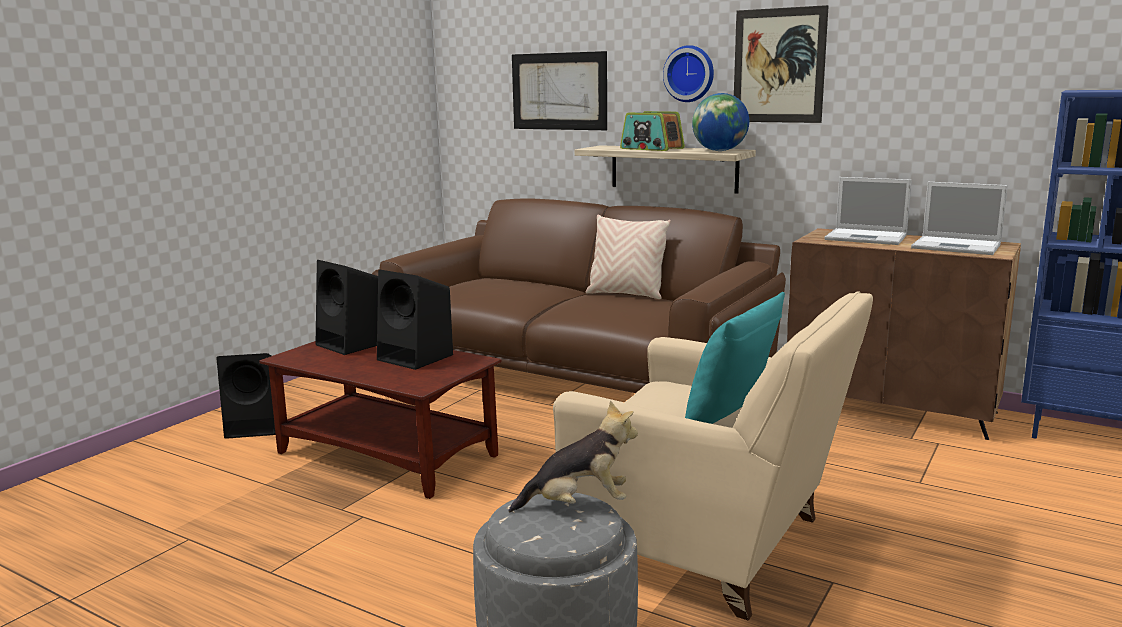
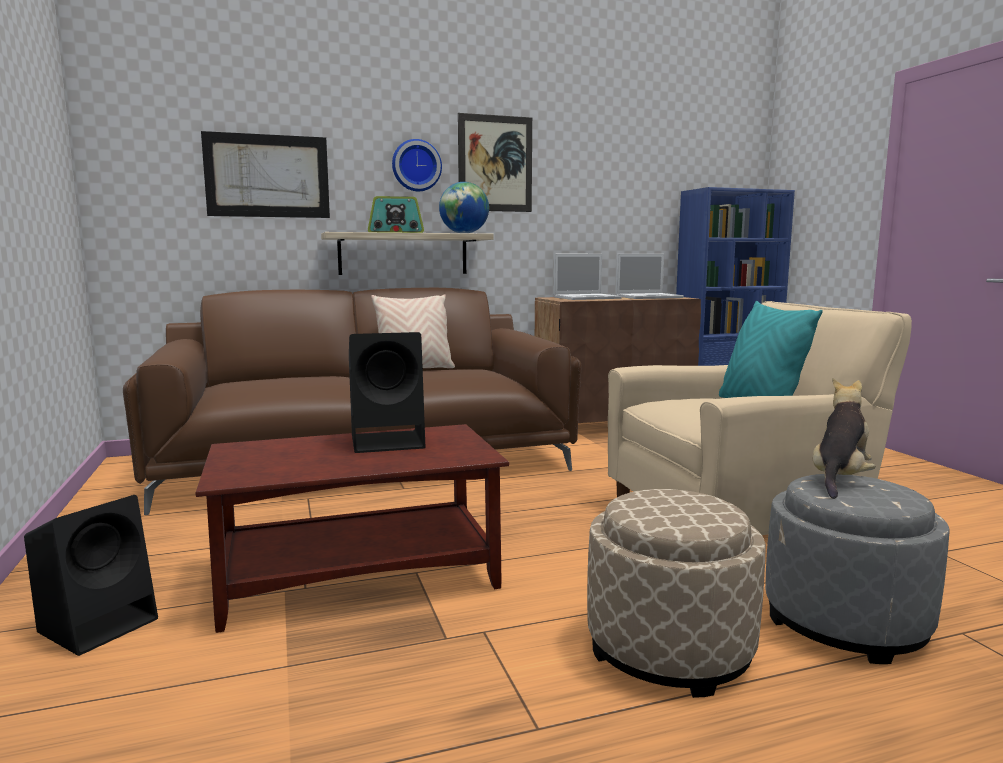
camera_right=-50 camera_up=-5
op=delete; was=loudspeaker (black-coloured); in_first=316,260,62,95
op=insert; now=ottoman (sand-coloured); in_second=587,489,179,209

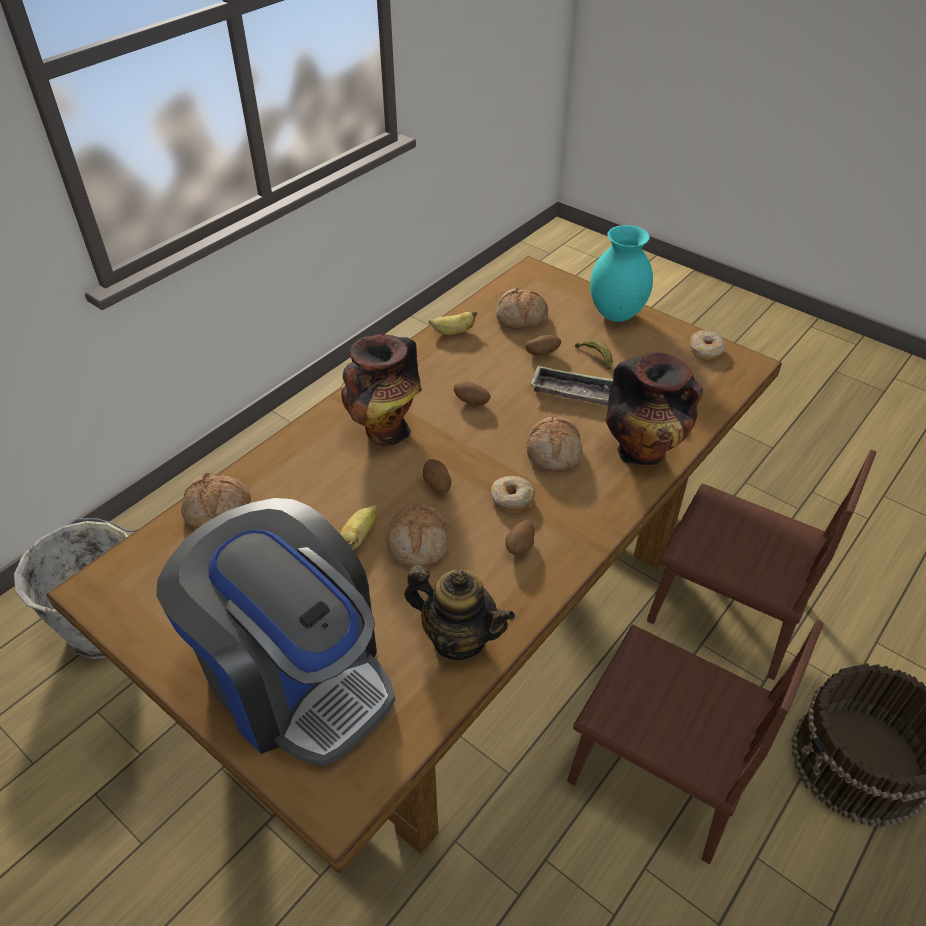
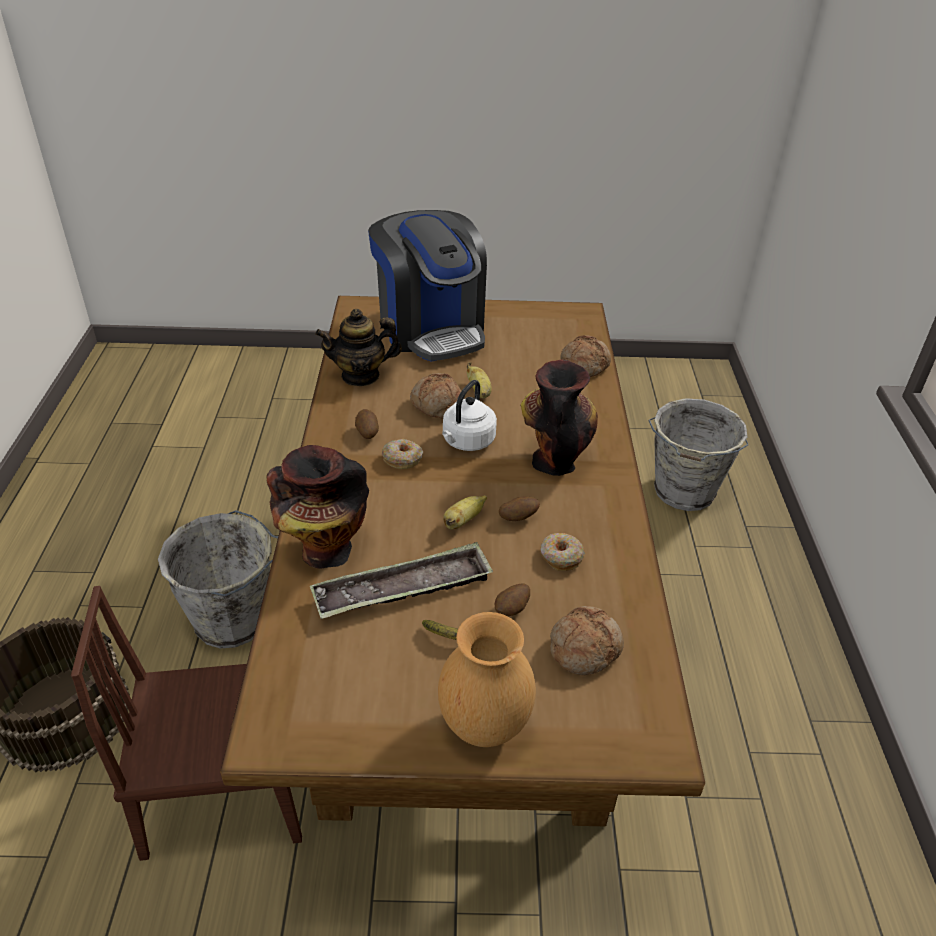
camera_right=140 camera_up=-5
op=recolor; was=flower vase (turquoise-coloured); now=flower vase (brownish); in_first=590,225,63,97; in_second=438,612,98,135
op=move; was=banana; in_first=429,311,48,24; in_second=443,495,44,34
op=move; was=doughnut; in_first=689,330,36,30; in_second=540,533,45,38
op=delete; was=baked bread; in_first=527,416,56,56
op=replace; was=potato; now=water kettle (whitish); in_first=423,459,28,35; in_second=442,380,55,71
op=rotate; was=coffee maker; in_first=156,498,239,269; in_second=368,210,119,152; clockwise=-120
op=replace; was=chair (brownish); now=water bucket (greyish); in_first=567,620,257,244; in_second=158,510,120,138

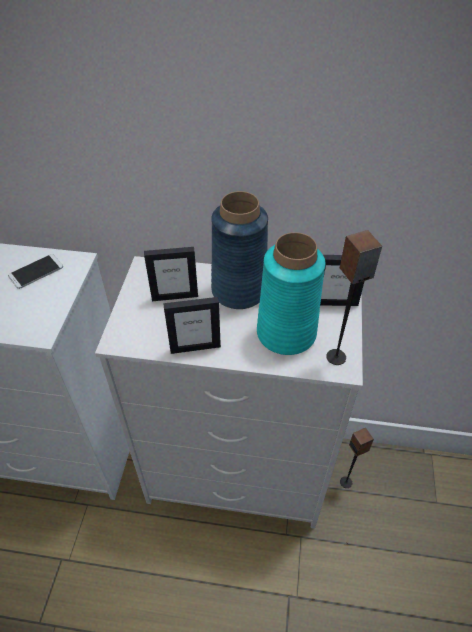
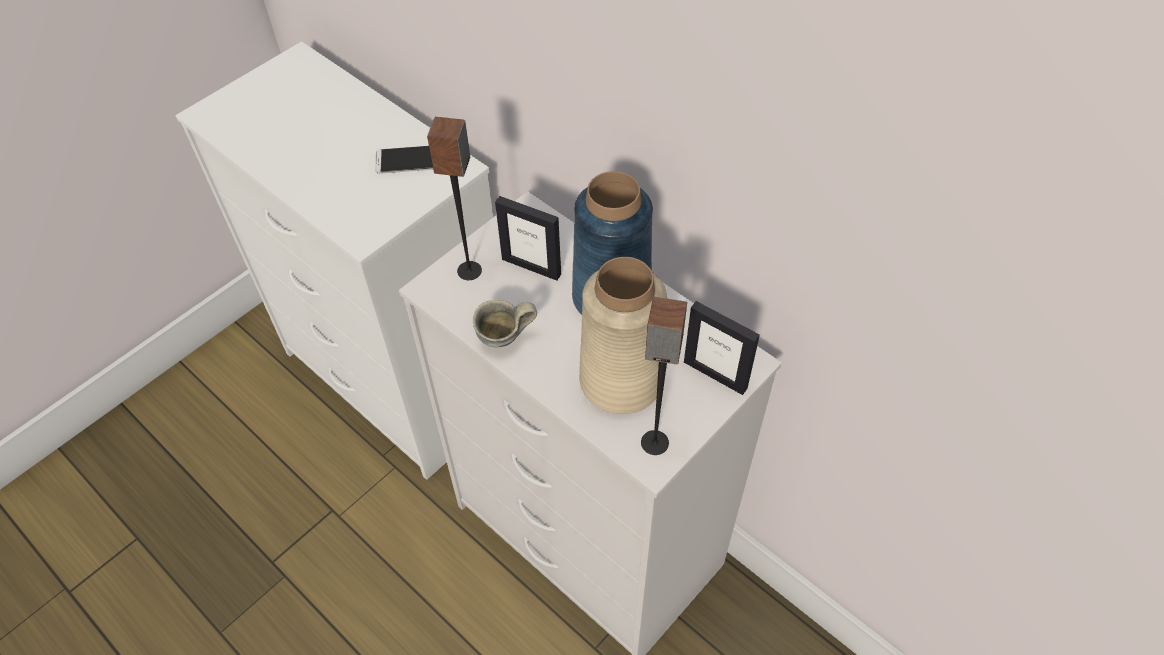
camera_right=35 camera_up=5
op=recolor; was=flower vase (turquoise-coloured); now=flower vase (sand-coloured); in_first=257,232,69,123; in_second=579,257,88,157
op=replace; was=standing frame; now=mug (greyish); in_first=163,297,58,57; in_second=473,300,64,47
op=move; was=loudspeaker; in_first=340,428,34,60; in_second=427,117,55,163

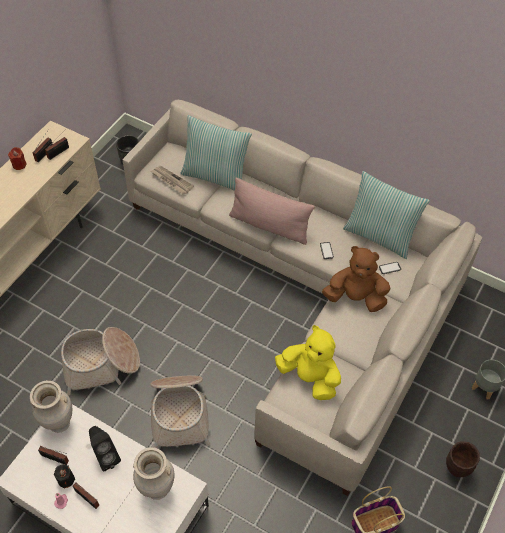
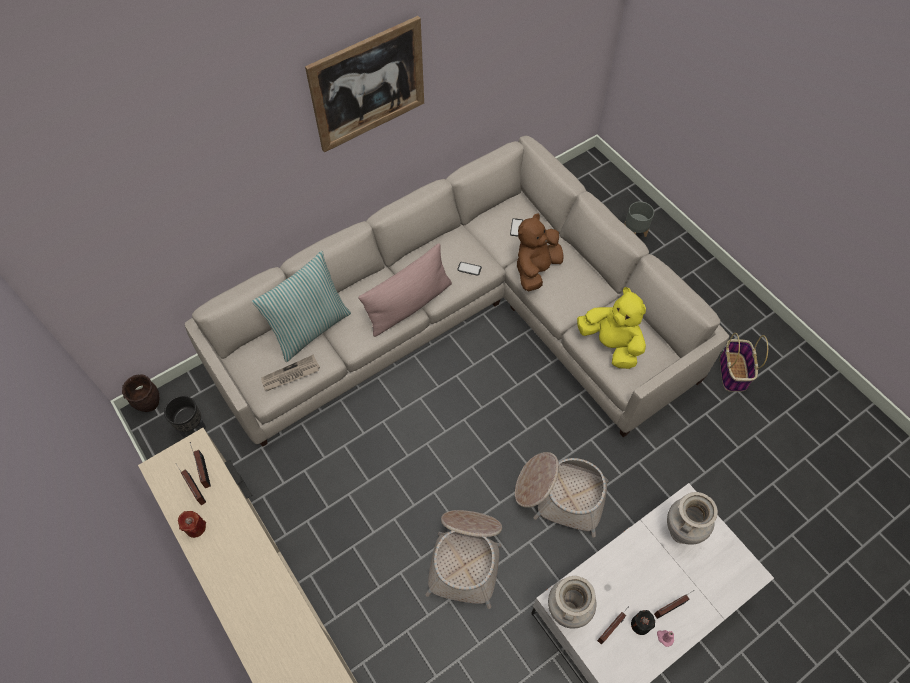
camera_right=-65 camera_up=5
op=delete; was=cushion; in_first=343,171,87,88
op=rotate; was=soft toy (yellow-coloured); in_first=275,325,66,75; in_second=577,287,69,82; clockwise=75
op=delete; was=loudspeaker (black-coloured); in_first=89,426,32,45
op=move; was=flower pot (brownish); in_first=446,441,34,36; in_second=122,375,38,37
op=insert; now=wall picture; in_second=305,16,119,136

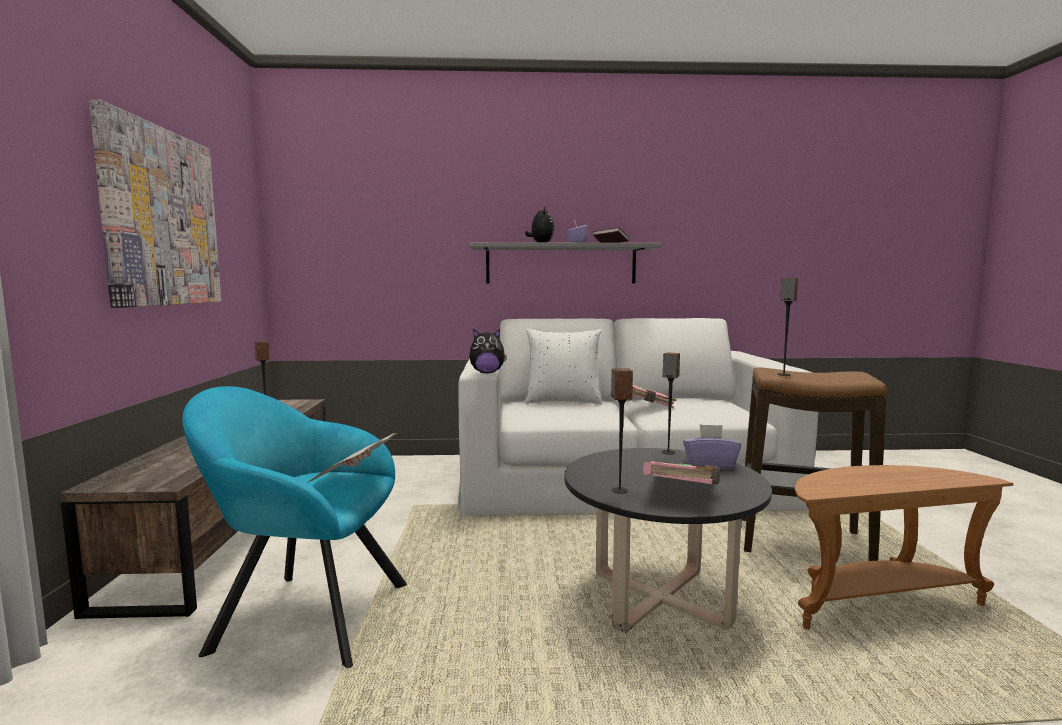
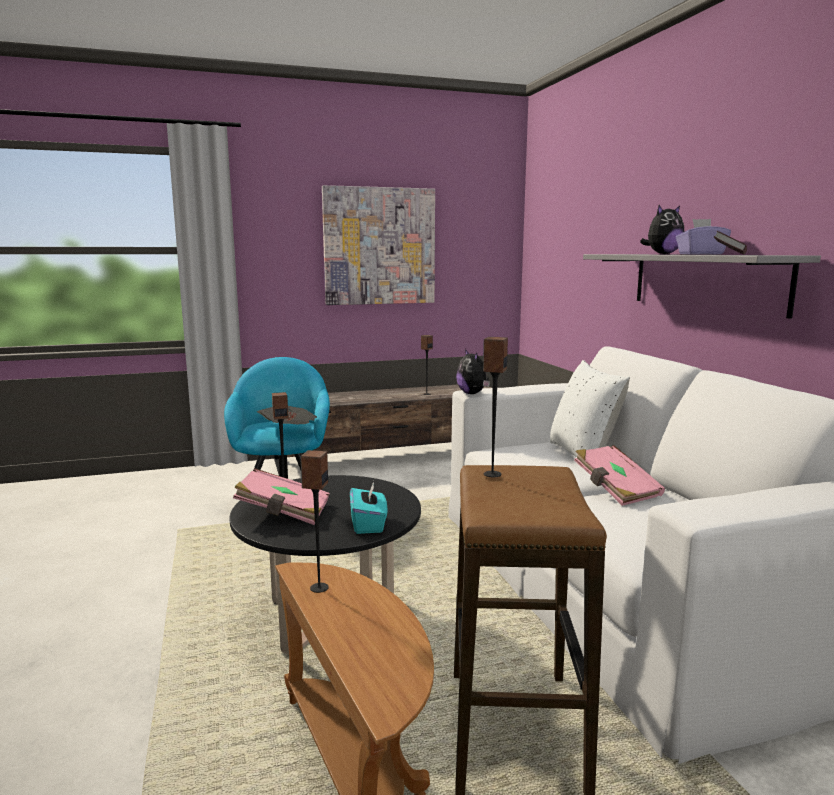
camera_right=75 camera_up=5
op=move; was=loudspeaker; in_first=662,352,18,103; in_second=301,450,28,143
op=recolor; was=tissue box (purple-coloured); now=tissue box (turquoise-coloured); in_first=683,424,58,45; in_second=350,481,38,53

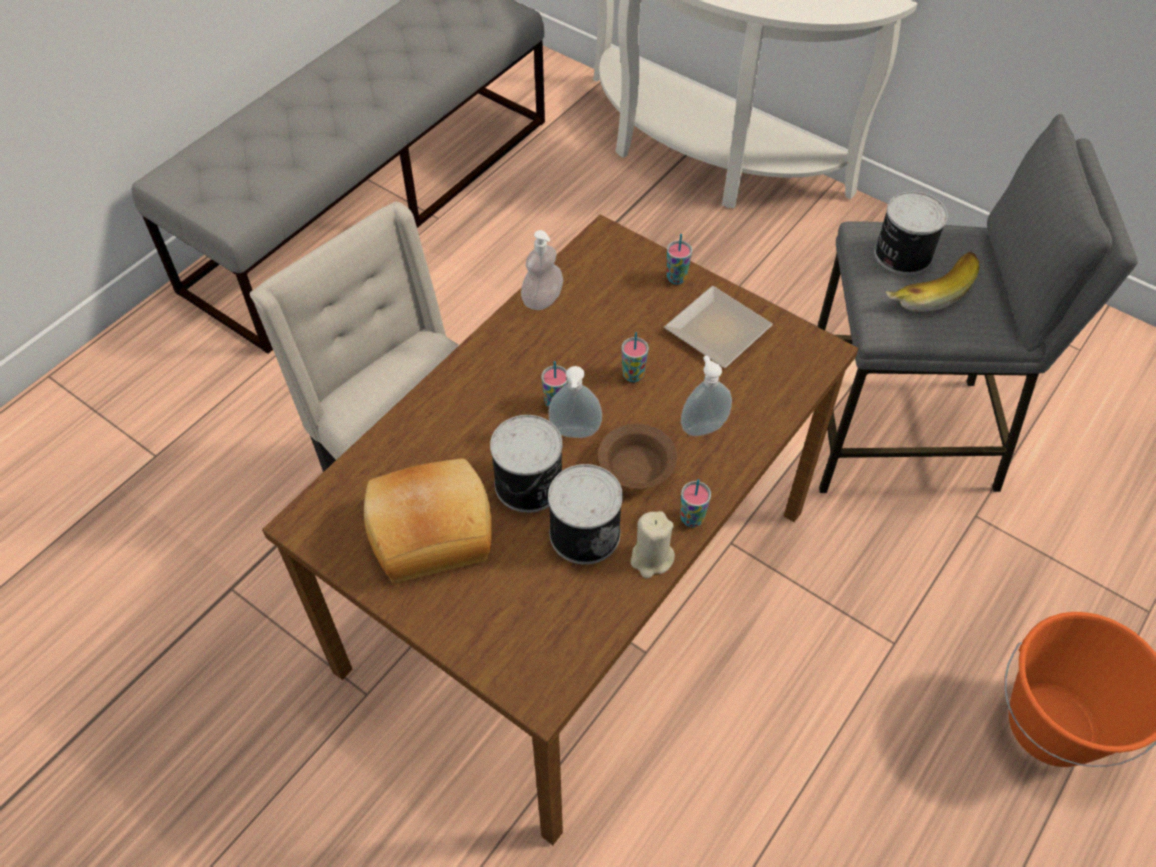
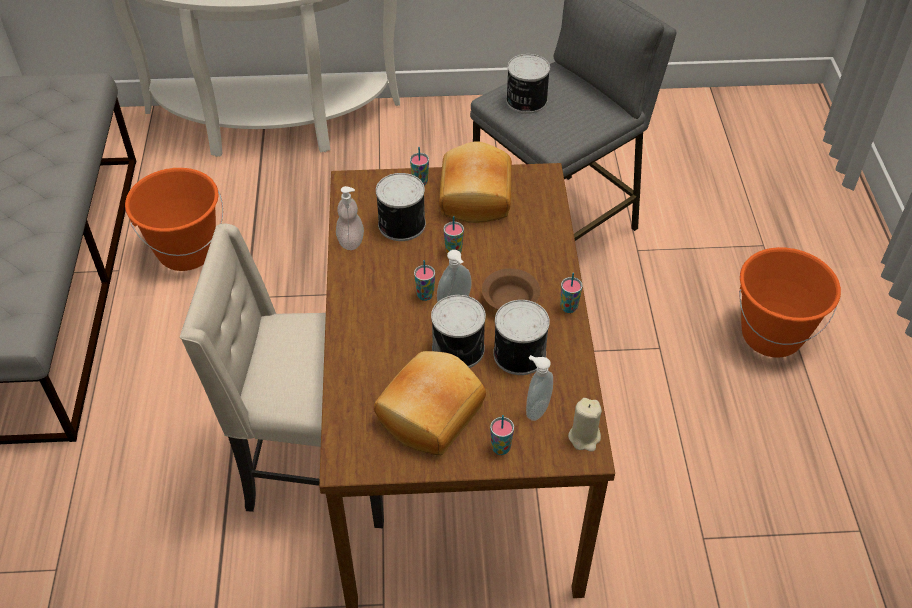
camera_right=-40 camera_up=-5
op=delete; was=banana; in_first=885,252,94,60
op=replace; was=dinner plate; now=baked bread; in_first=664,286,109,82; in_second=439,141,73,82
op=move; was=liquid soap bottle; in_first=681,355,51,81; in_second=526,355,27,66
op=move; was=wax candle (sand-coloured); in_first=631,511,44,68; in_second=568,398,34,54
op=insert; now=water bucket (orangey); in_second=125,168,98,103
op=insert; now=can; in_second=376,173,50,68
op=insert; now=drinking cup; in_second=490,415,24,40

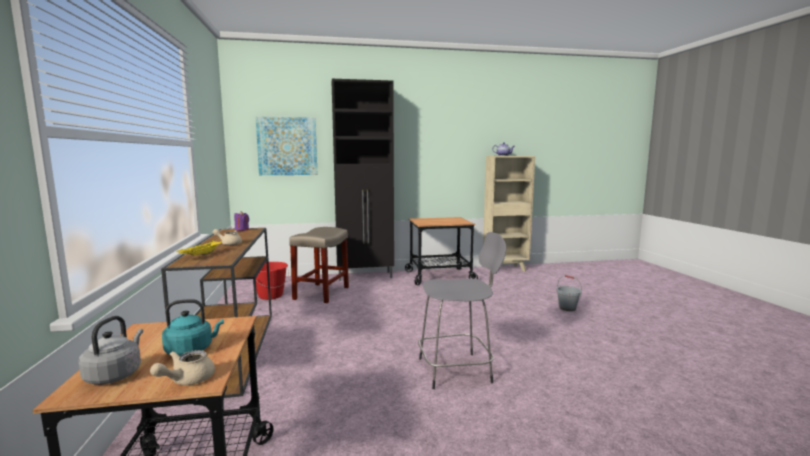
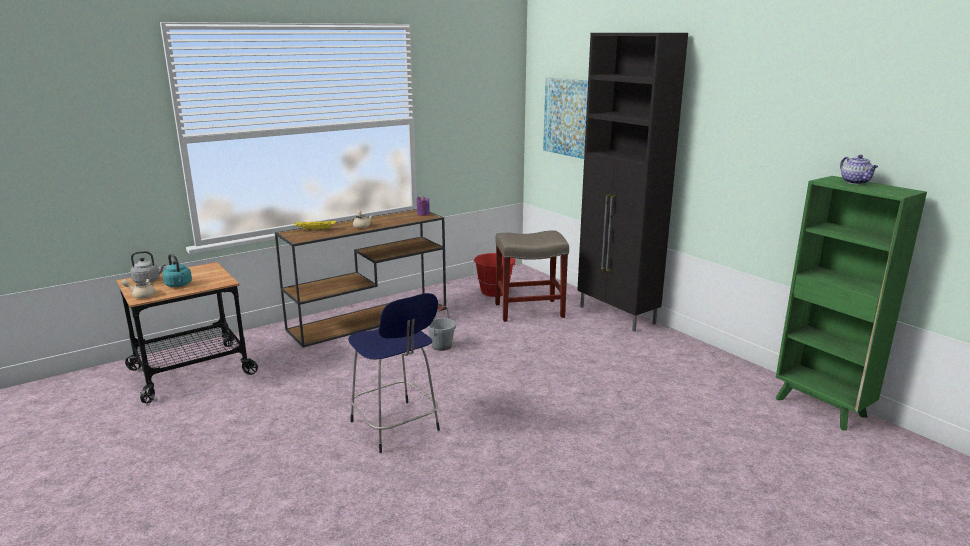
camera_right=65 camera_up=10
op=recolor; was=shelving unit (sand-coloured); now=shelving unit (greenish); in_first=483,156,52,116; in_second=776,176,151,255
op=delete; was=wheeled cart; in_first=405,217,73,68
op=recolor; was=stool seat (greyish); now=stool seat (blue-coloured); in_first=418,232,88,157; in_second=348,293,92,160
op=move; was=water bucket (greyish); in_first=556,275,26,36; in_second=427,306,29,45

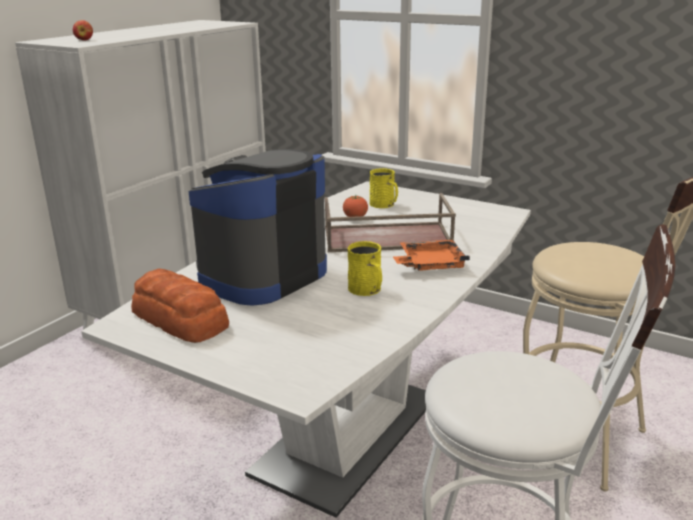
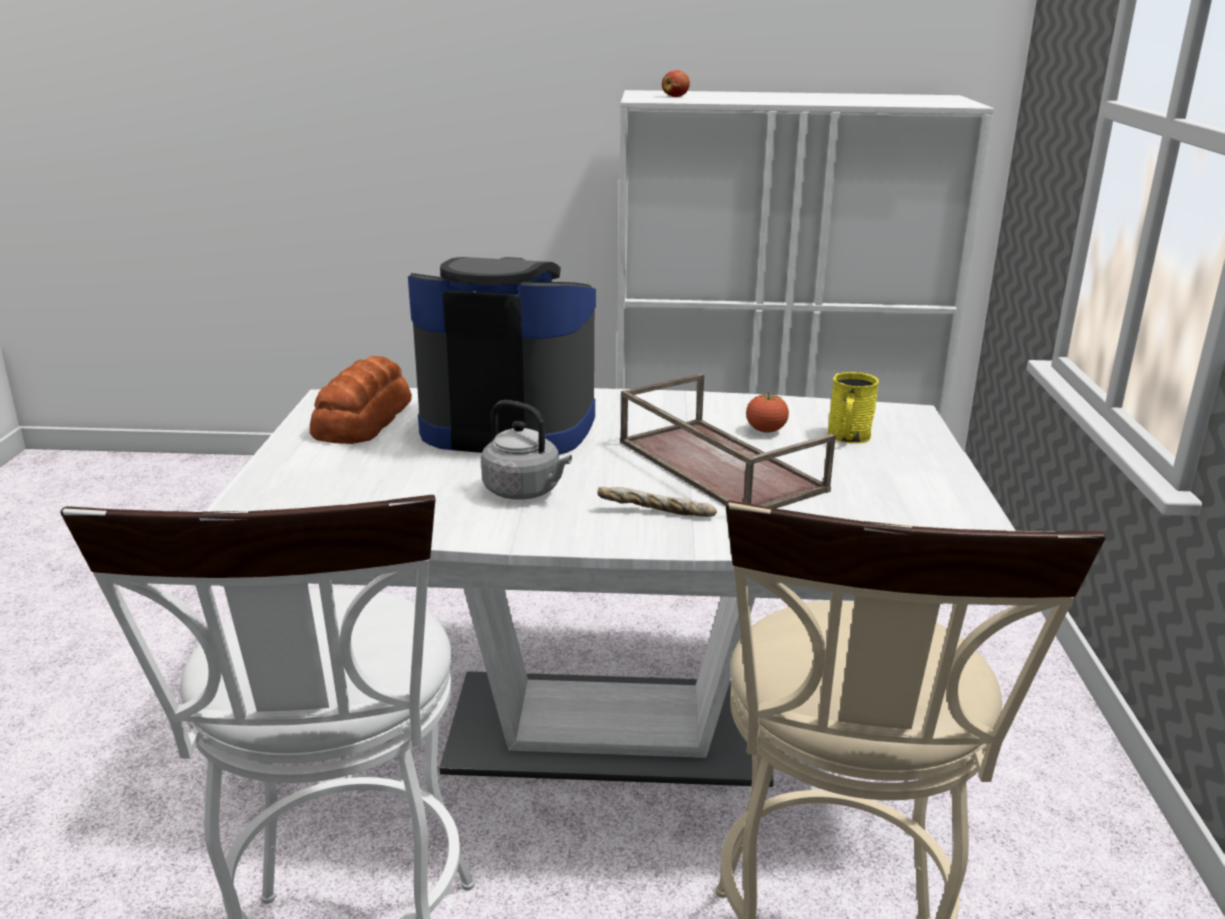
camera_right=60 camera_up=0
op=replace; was=carrying tray (orangey); now=baked bread; in_first=393,240,77,31; in_second=597,487,120,30
op=replace; was=mug (yellow-coloured); now=water kettle (greyish); in_first=347,241,35,55; in_second=481,400,91,100

